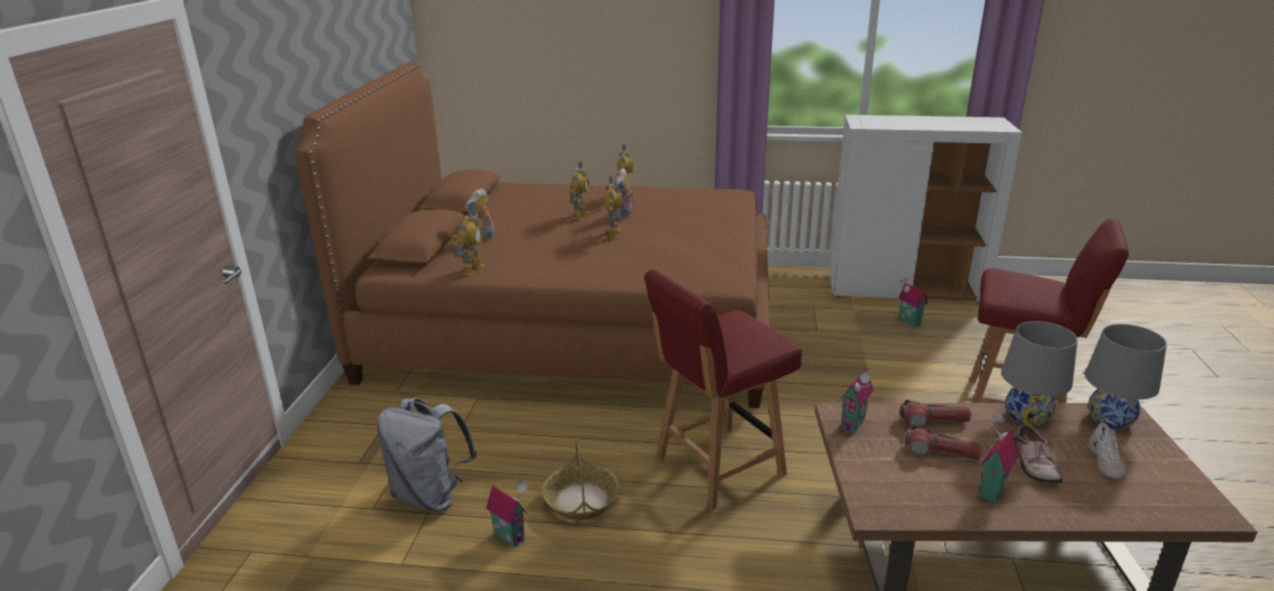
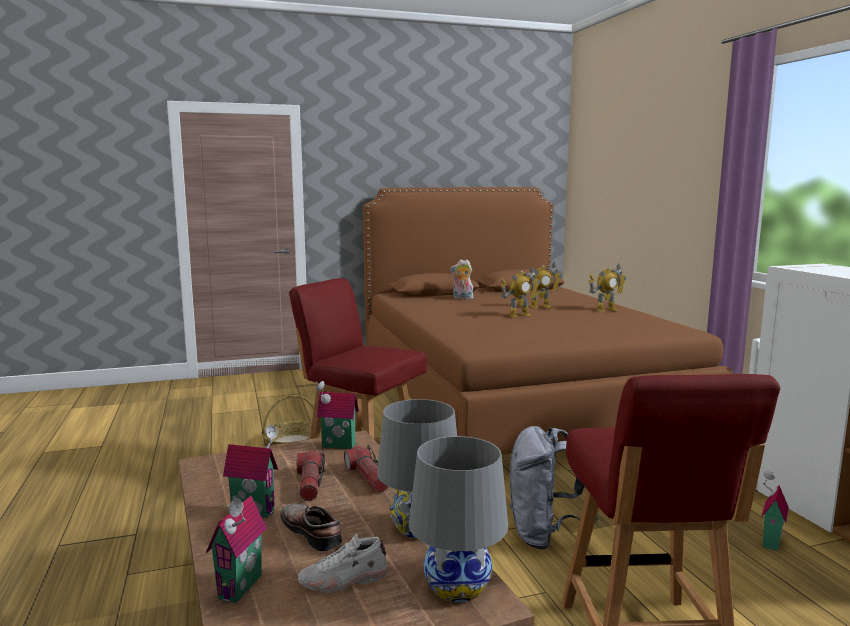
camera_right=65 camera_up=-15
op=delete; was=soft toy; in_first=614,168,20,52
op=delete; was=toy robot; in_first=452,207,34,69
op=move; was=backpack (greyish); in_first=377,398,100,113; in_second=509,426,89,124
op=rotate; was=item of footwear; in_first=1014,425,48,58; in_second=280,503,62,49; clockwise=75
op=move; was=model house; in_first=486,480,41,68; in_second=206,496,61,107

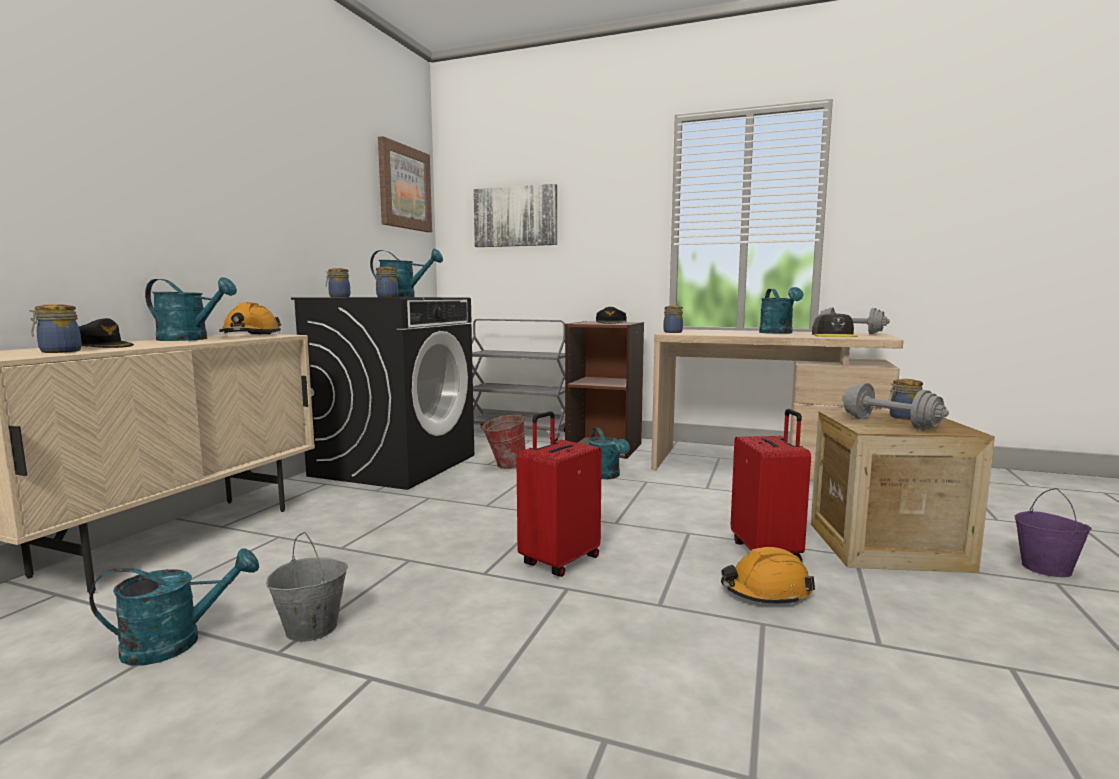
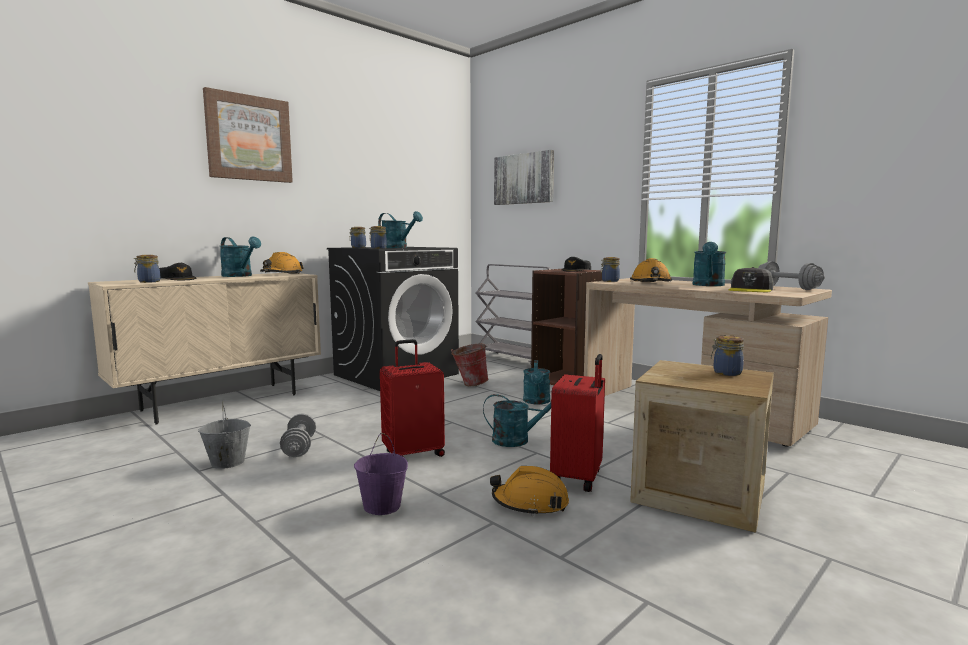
camera_right=25 camera_up=0
op=move; was=wall picture; in_first=378,136,54,96; in_second=203,87,90,96
op=move; was=free weight (greyish); in_first=842,383,107,47; in_second=280,413,36,44
op=move; was=water bucket (purple-coloured); in_first=1014,488,78,89; in_second=354,433,54,82
op=move; was=watering can (turquoise-coloured); in_first=89,548,170,118; in_second=483,394,68,53
op=insert; now=safety helmet (orangey); in_second=630,258,42,24

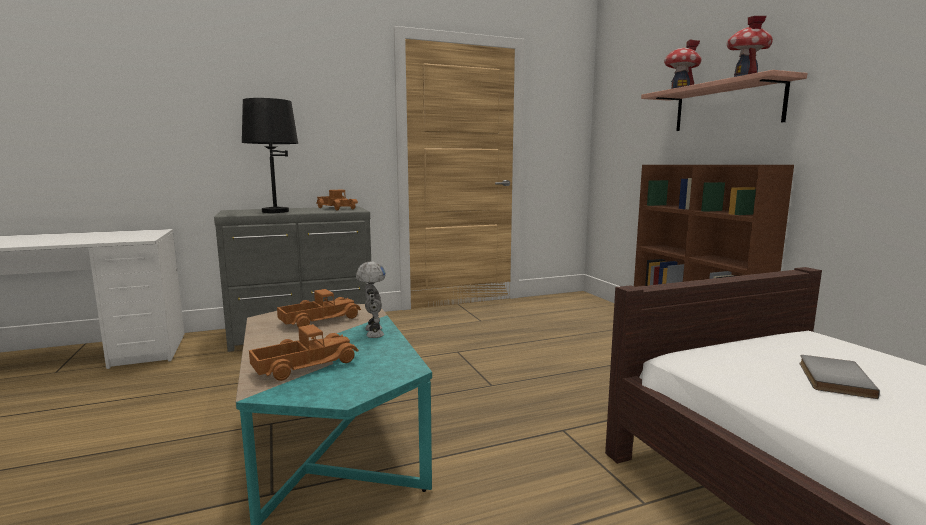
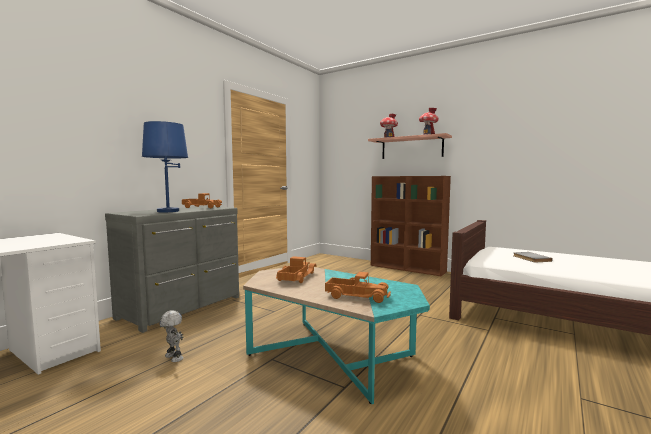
camera_right=-35 camera_up=-5
op=recolor; was=table lamp (black-coloured); now=table lamp (blue-coloured); in_first=242,98,56,115; in_second=142,121,46,91
op=move; was=toy robot; in_first=356,262,30,76; in_second=159,310,25,52
op=rotate; was=model truck; in_first=249,324,110,57; in_second=325,272,66,31; clockwise=90

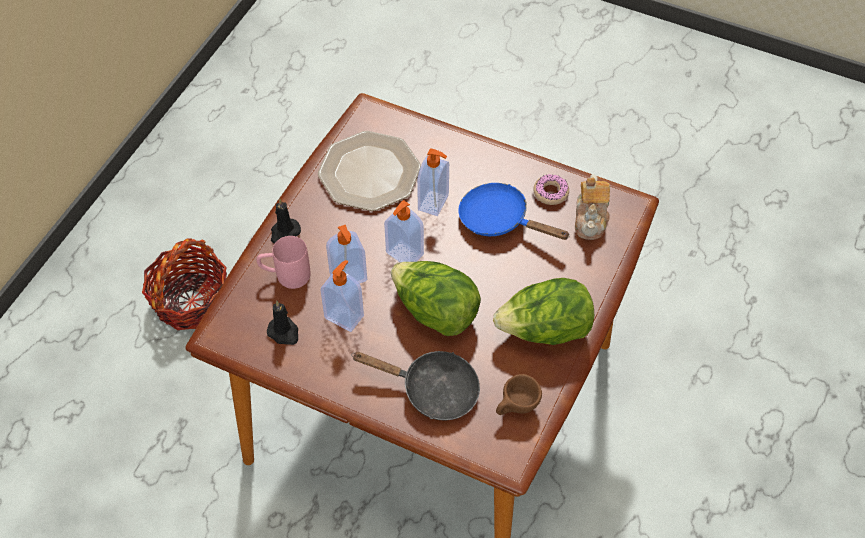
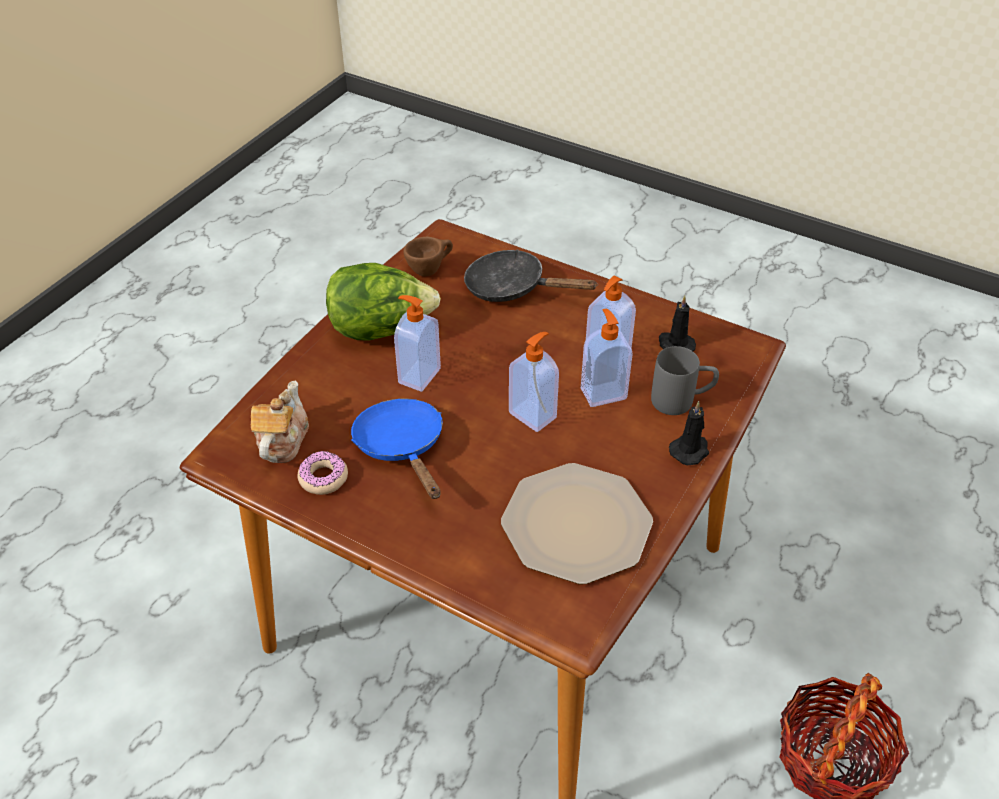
camera_right=-175 camera_up=-10
op=move; was=liquid soap bottle; in_first=417,148,32,68; in_second=394,295,47,97
op=rotate; was=pan (blue-coloured); in_first=458,183,111,57; in_second=351,399,92,100; clockwise=-150
op=recolor; was=mug (pinkish); now=mug (greyish); in_first=256,236,55,53; in_second=651,346,68,69
op=delete; was=lettuce; in_first=391,261,90,75

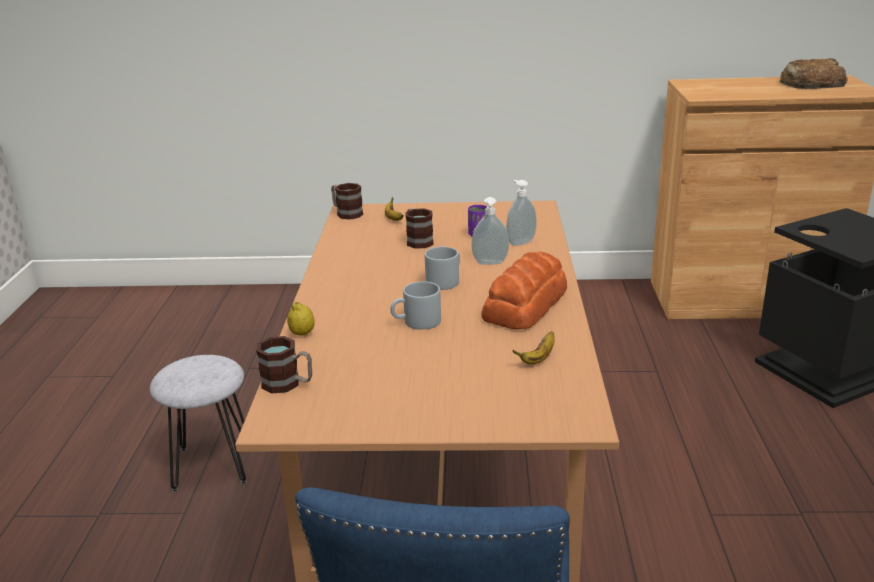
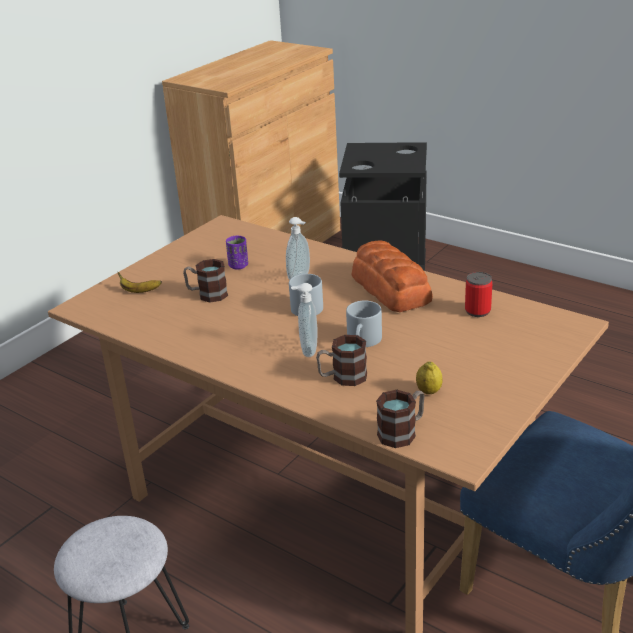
camera_right=-55 camera_up=5
op=delete; was=baked bread; in_first=780,58,68,31
op=move; was=liquid soap bottle; in_first=506,180,31,66; in_second=291,283,27,74
op=move; was=mug; in_first=331,183,32,37; in_second=316,335,51,51
op=move; was=lemon; in_first=287,302,28,33; in_second=416,361,26,33
op=replace; was=banana; now=can; in_first=512,331,43,33; in_second=465,272,28,45

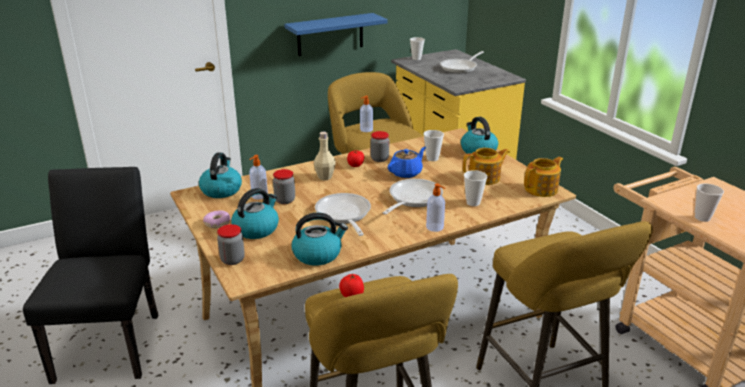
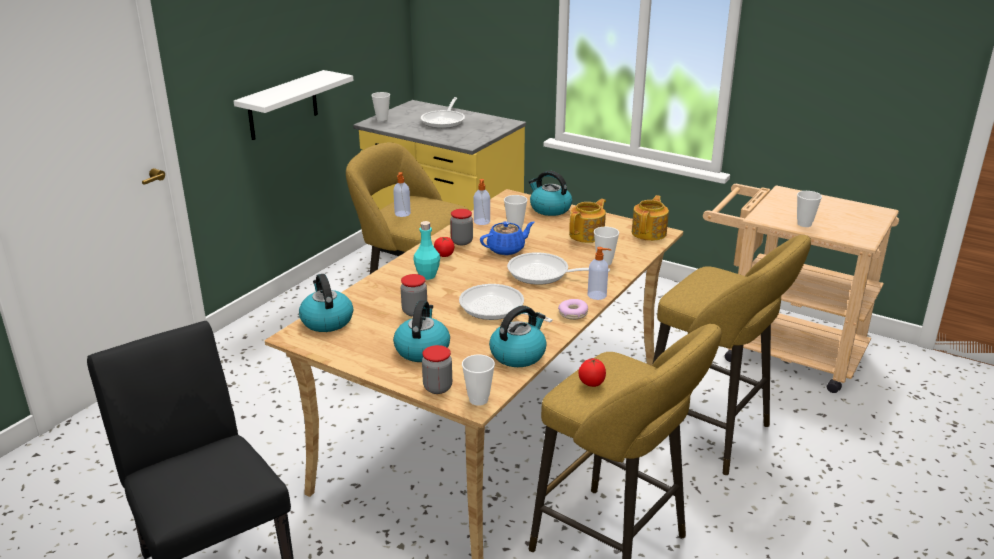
camera_right=-30 camera_up=0
op=recolor; was=shelf (blue-coloured); now=shelf (whitish); in_first=284,13,104,43; in_second=234,70,119,70
op=recolor; was=bottle (sand-coloured); now=bottle (turquoise-coloured); in_first=314,132,22,48; in_second=413,221,27,59
op=rotate; was=pot for tea (blue-coloured); in_first=388,147,38,31; in_second=480,221,54,34; clockwise=45
op=move; was=liquid soap bottle; in_first=249,155,19,45; in_second=474,179,16,46
op=rotate; was=pan; in_first=383,179,60,36; in_second=507,252,103,33; clockwise=-75
op=move; was=doughnut; in_first=203,210,27,18; in_second=558,299,30,21
op=insert; now=drinking cup; in_second=462,355,33,51

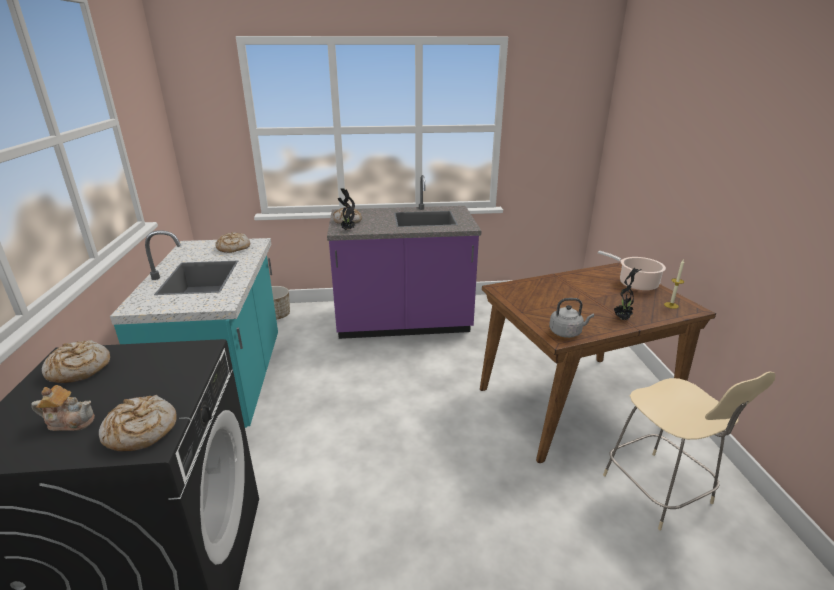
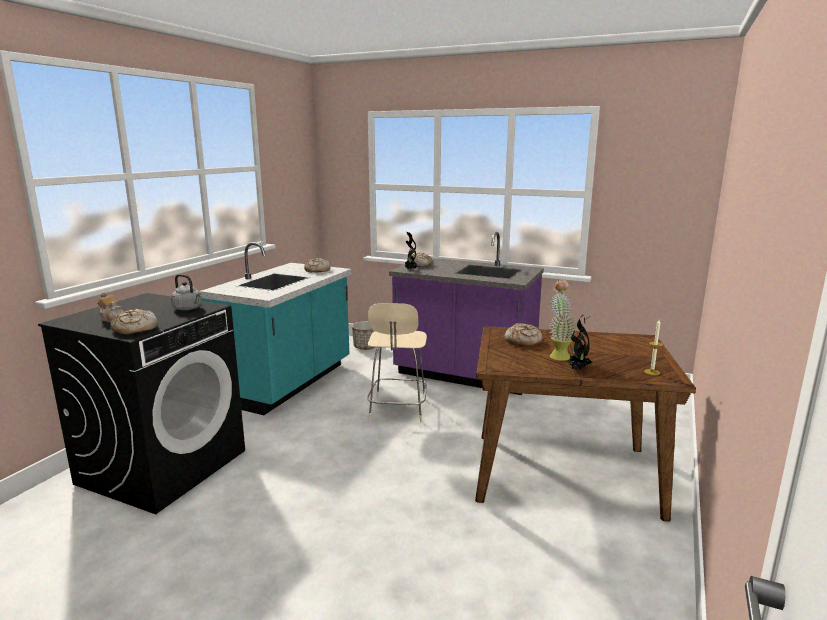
camera_right=30 camera_up=-10
op=delete; was=saucepot; in_first=598,251,68,40
op=move; was=water kettle (greyish); in_first=549,298,45,40; in_second=171,274,31,37
op=move; was=baked bread; in_first=42,340,68,43; in_second=504,323,38,23
op=move; was=chair (sand-coloured); in_first=603,371,173,160; in_second=367,303,60,119
op=insert; now=plant in a pot; in_second=549,280,28,81

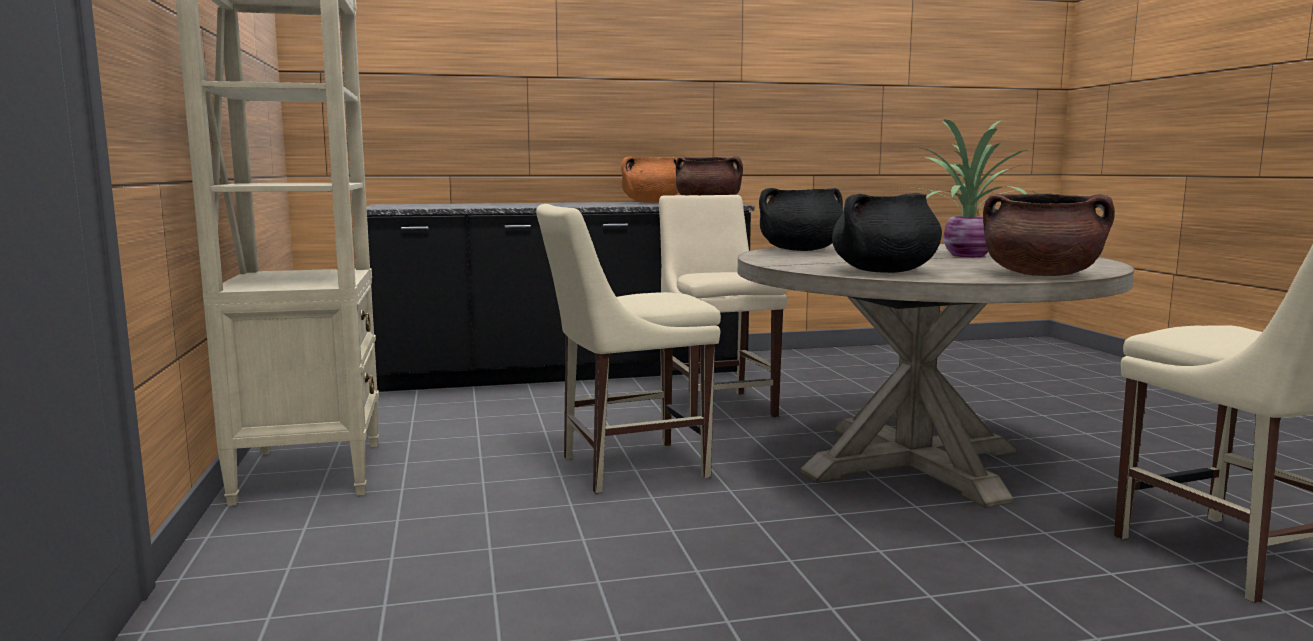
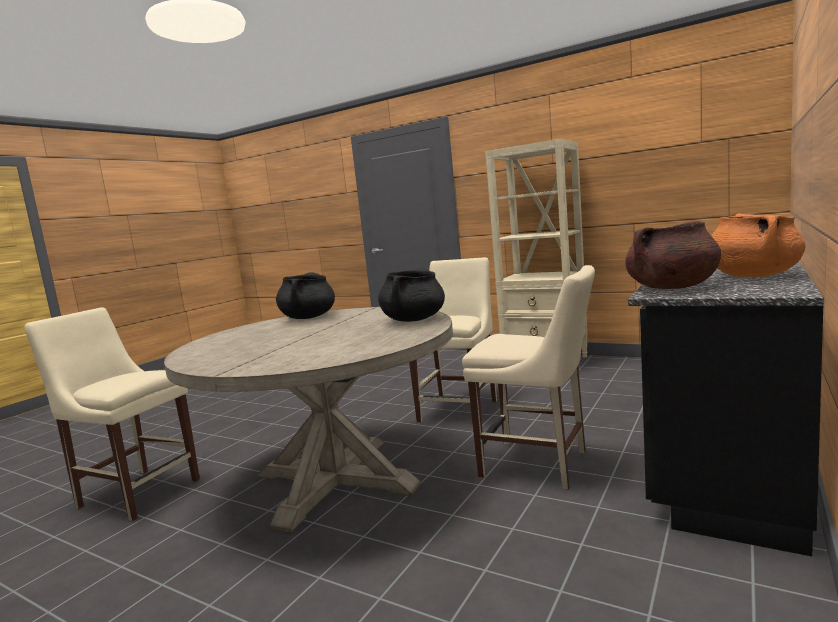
camera_right=135 camera_up=0
op=delete; was=plant in a pot; in_first=887,119,151,138
op=delete; was=saucepot (brownish); in_first=983,194,132,82

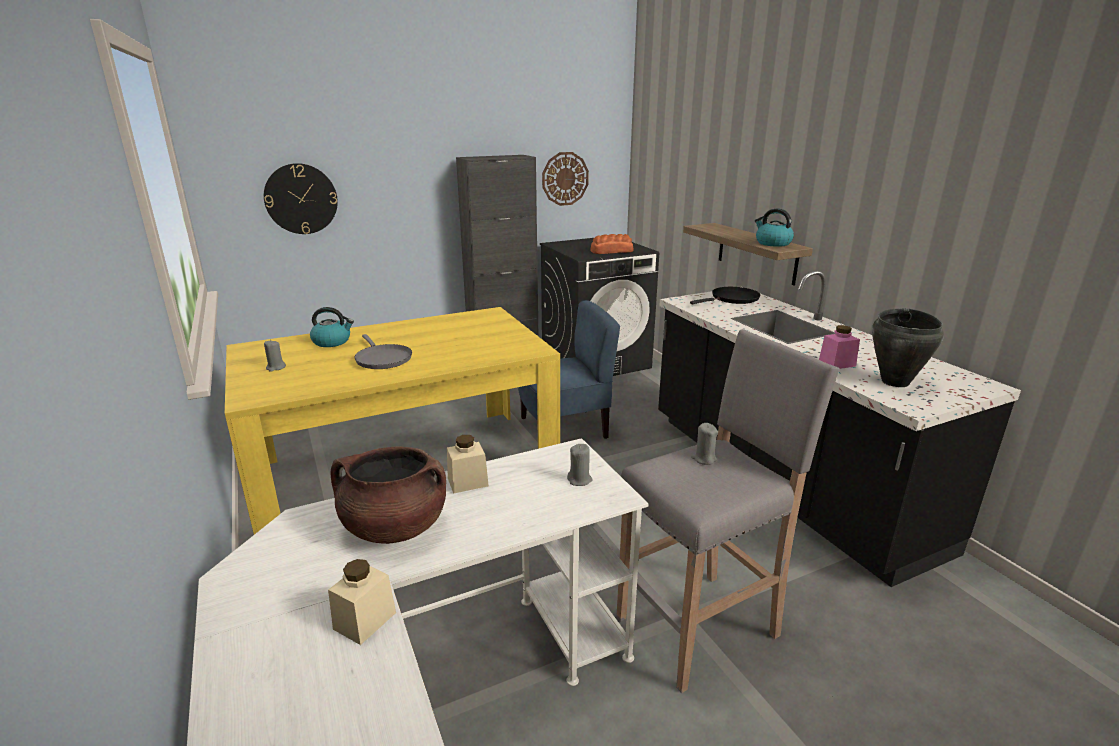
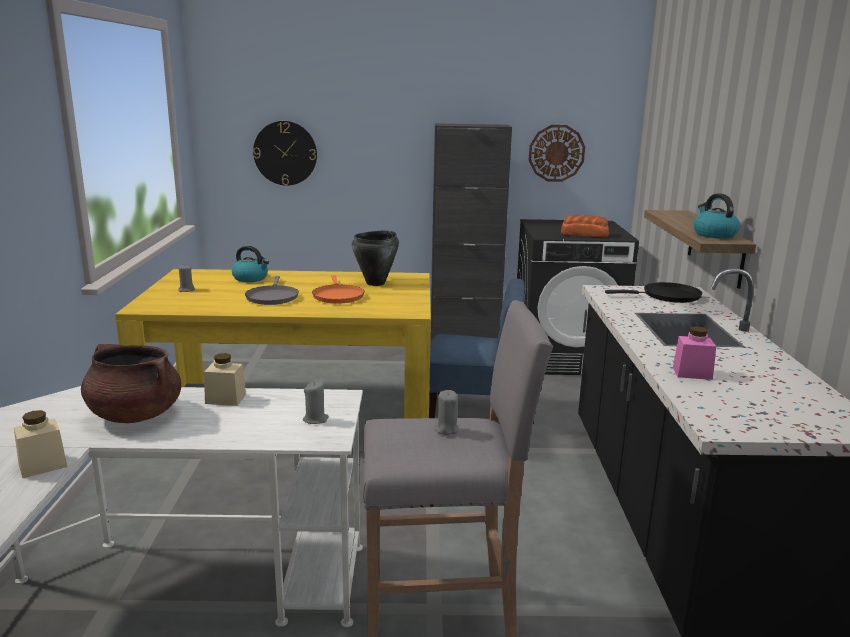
camera_right=25 camera_up=-5
op=move; was=saucepot (black-coloured); in_first=872,308,72,79; in_second=352,231,47,55
op=insert; now=pan (orangey); in_second=312,275,53,29

